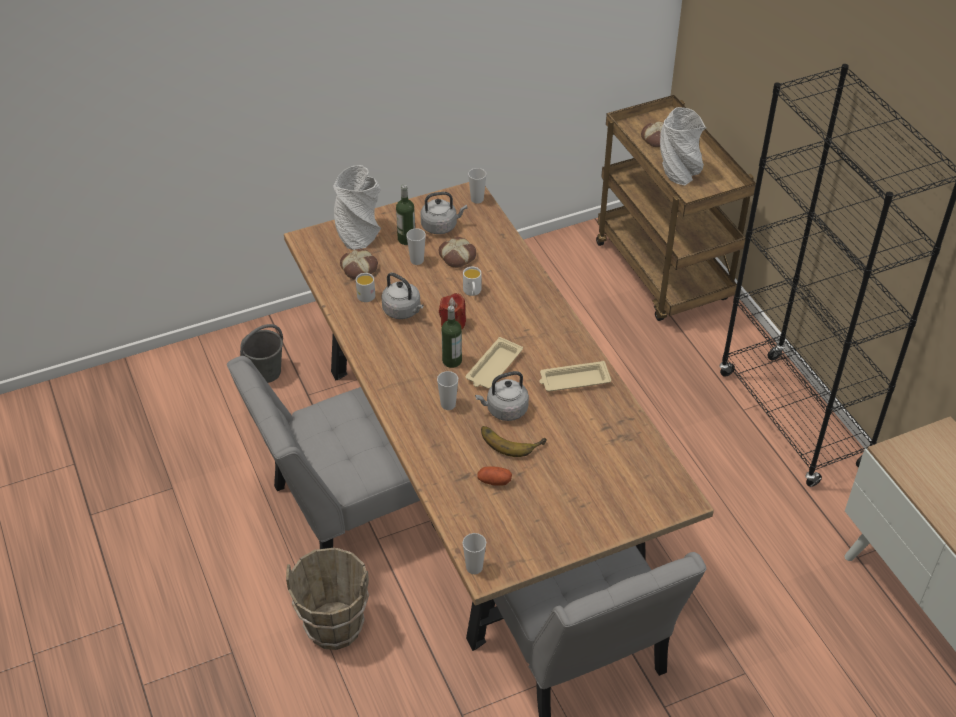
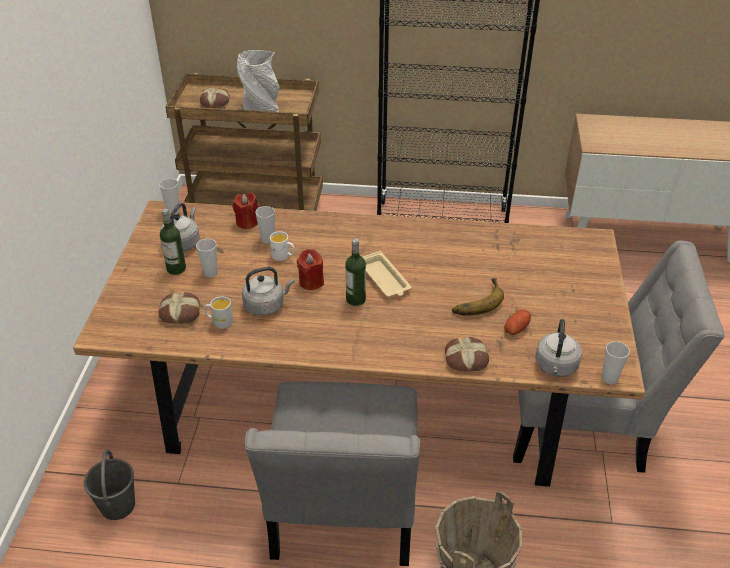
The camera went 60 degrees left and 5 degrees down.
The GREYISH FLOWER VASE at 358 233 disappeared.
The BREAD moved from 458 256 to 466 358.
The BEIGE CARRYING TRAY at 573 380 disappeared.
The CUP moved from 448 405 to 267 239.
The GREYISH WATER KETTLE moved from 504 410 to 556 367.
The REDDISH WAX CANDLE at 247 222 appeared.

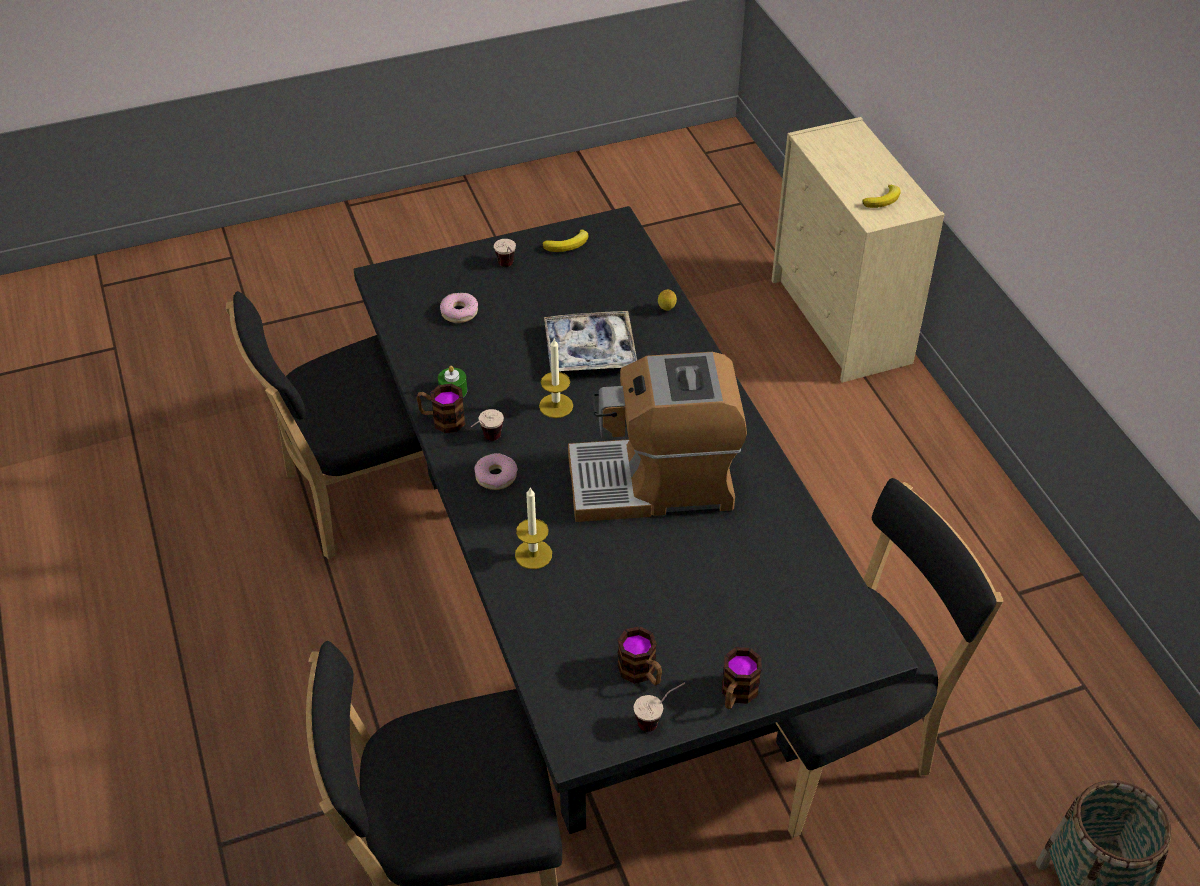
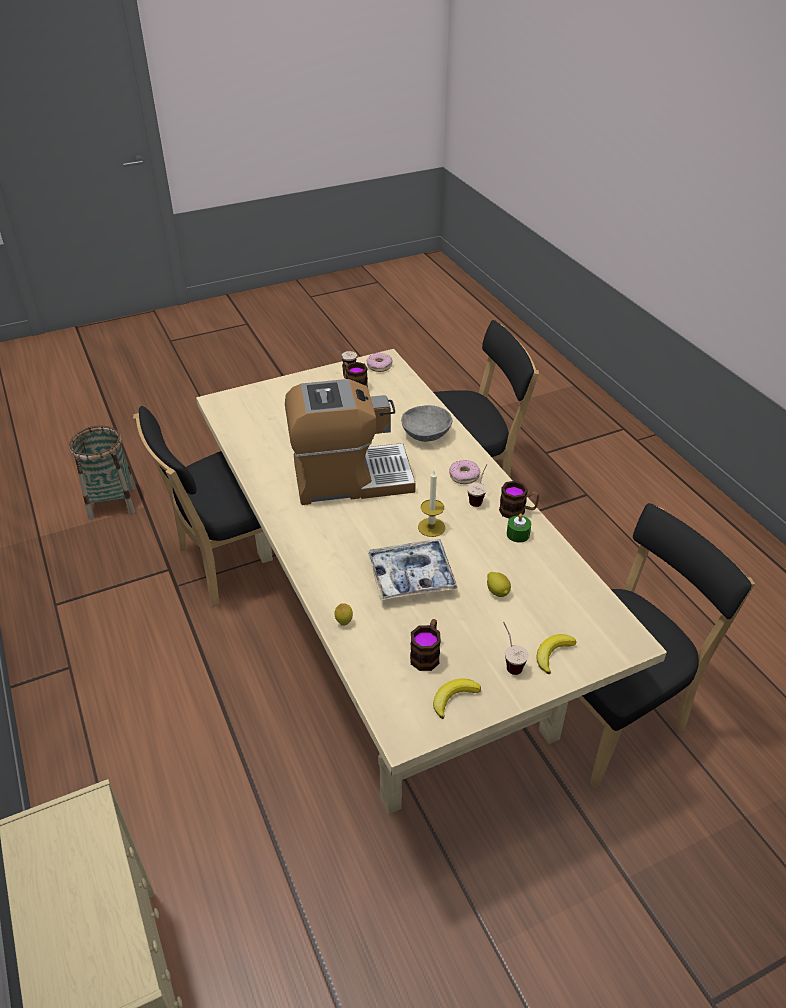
The camera went 175 degrees right and 5 degrees down.
The WHOLE BANANA moved from 883 200 to 553 654.
The BLACK DINING TABLE at 602 607 became the BEIGE DINING TABLE at 391 634.
The RING DOUGHNUT moved from 459 312 to 379 366.
The WAX CANDLE at 533 554 was replaced by the GREYISH SERVING BOWL at 426 434.
The TEA MUG moved from 736 694 to 427 654.
The LEMON at 497 591 appeared.

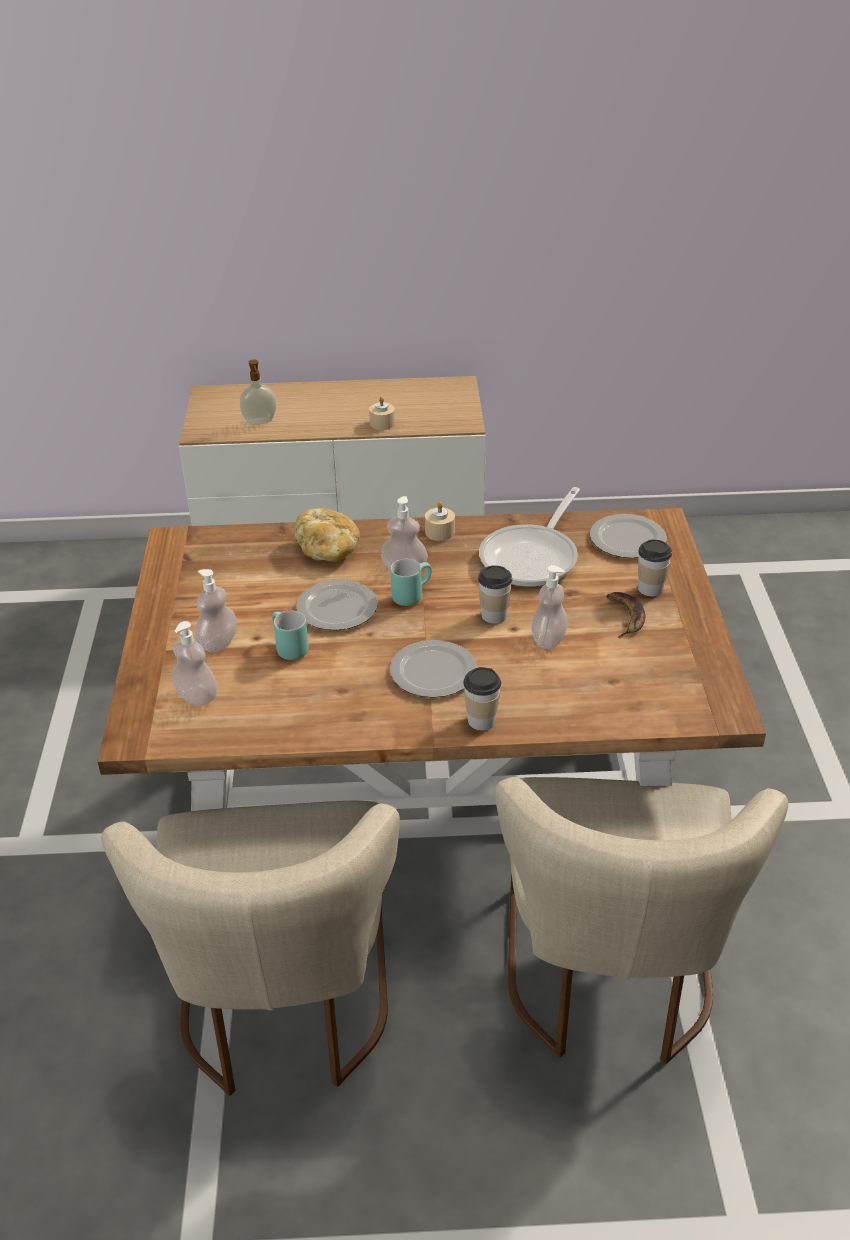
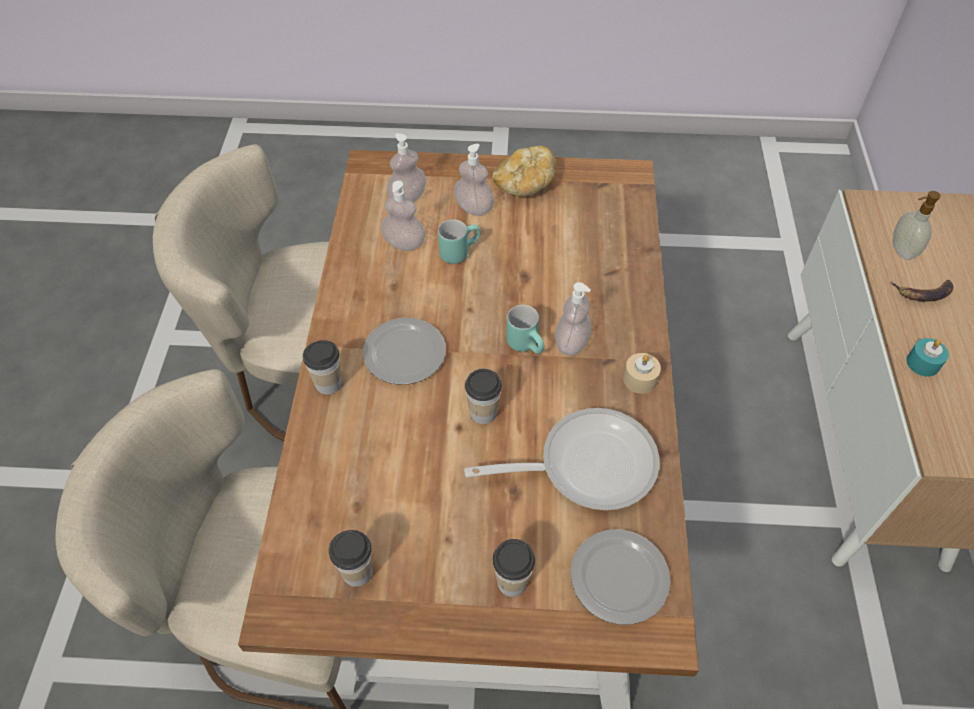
The camera went 95 degrees right and 15 degrees up.
The BEIGE WAX CANDLE at 382 423 became the TURQUOISE WAX CANDLE at 922 363.
The PAN at 533 557 turned 135 degrees clockwise.
The BREAD moved from 328 550 to 525 184.
The LIQUID SOAP BOTTLE moved from 548 639 to 404 243.
The DINNER PLATE at 336 608 disappeared.
The WHOLE BANANA moved from 624 616 to 923 292.
The CUP at 357 572 appeared.

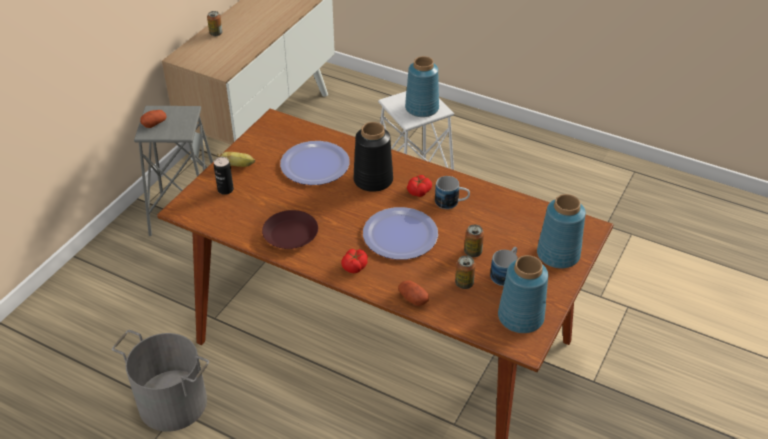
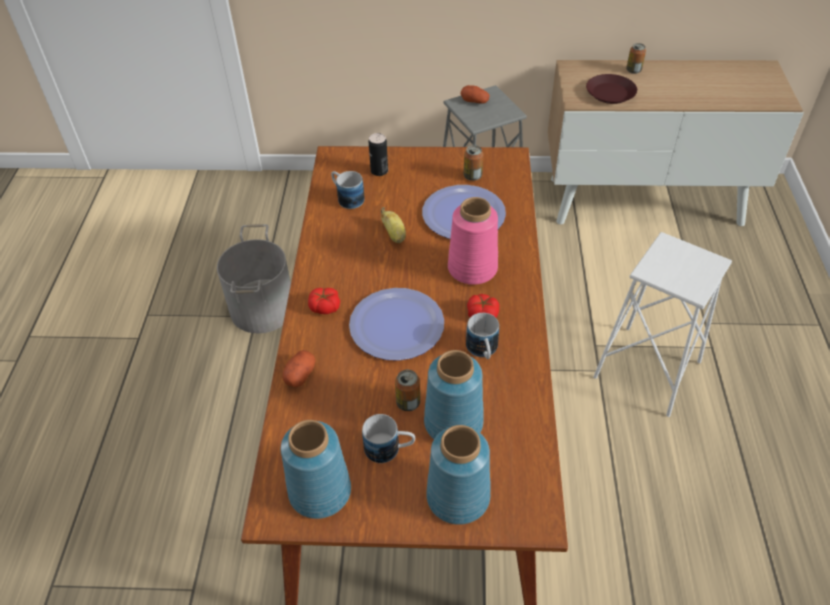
The camera went 65 degrees right and 5 degrees up.
The BLUE FLOWER VASE moved from 422 108 to 454 423.
The BLACK FLOWER VASE at 372 180 became the PINK FLOWER VASE at 471 268.
The WHOLE BANANA moved from 238 165 to 394 235.
The BROWN-COLOURED DINNER PLATE moved from 290 234 to 609 93.
The CAN moved from 464 283 to 472 176.
The TEA MUG at 347 198 appeared.

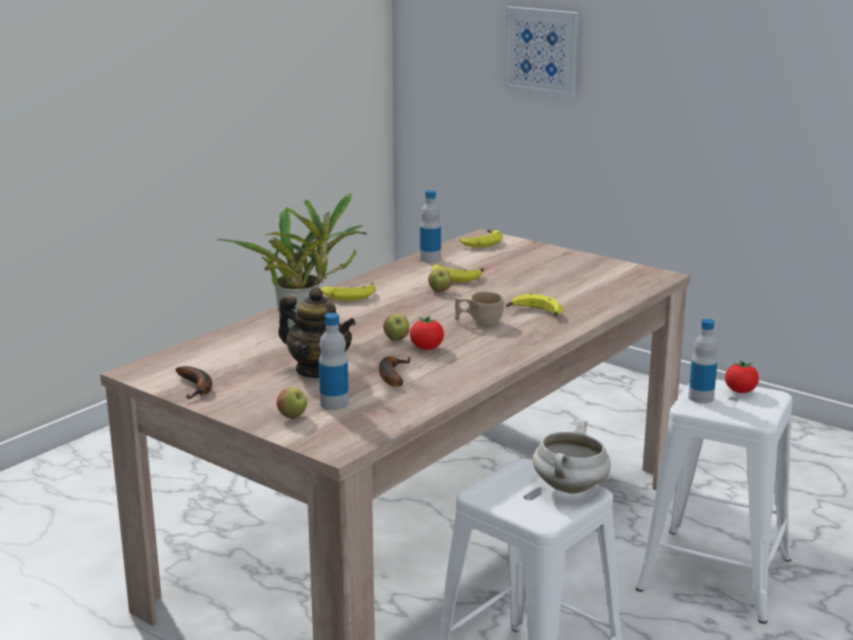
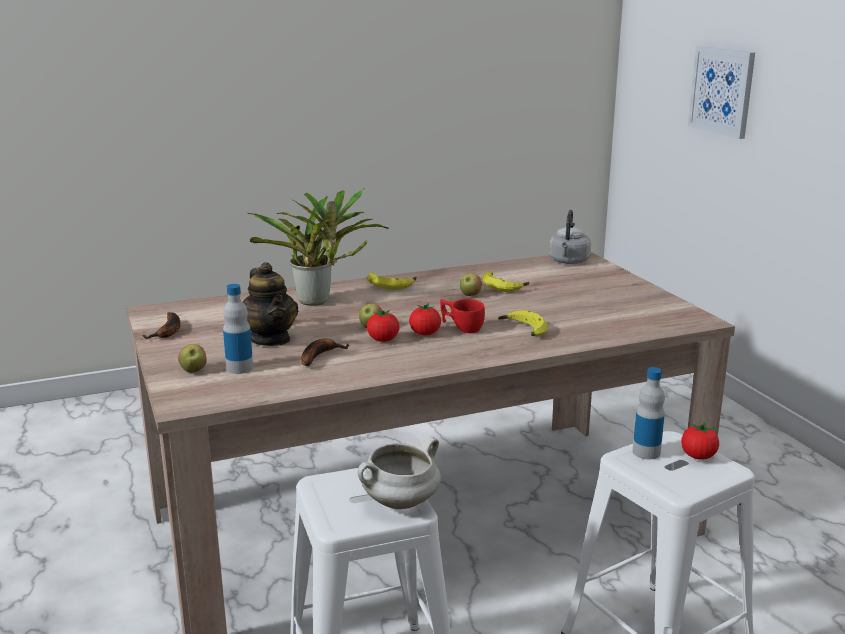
The camera went 30 degrees right and 0 degrees up.
The BEVERAGE BOTTLE at 430 258 disappeared.
The WHOLE BANANA at 480 243 was replaced by the GREYISH WATER KETTLE at 568 262.
The BEIGE CUP at 478 322 became the REDDISH CUP at 461 327.
The TOMATO at 425 334 appeared.

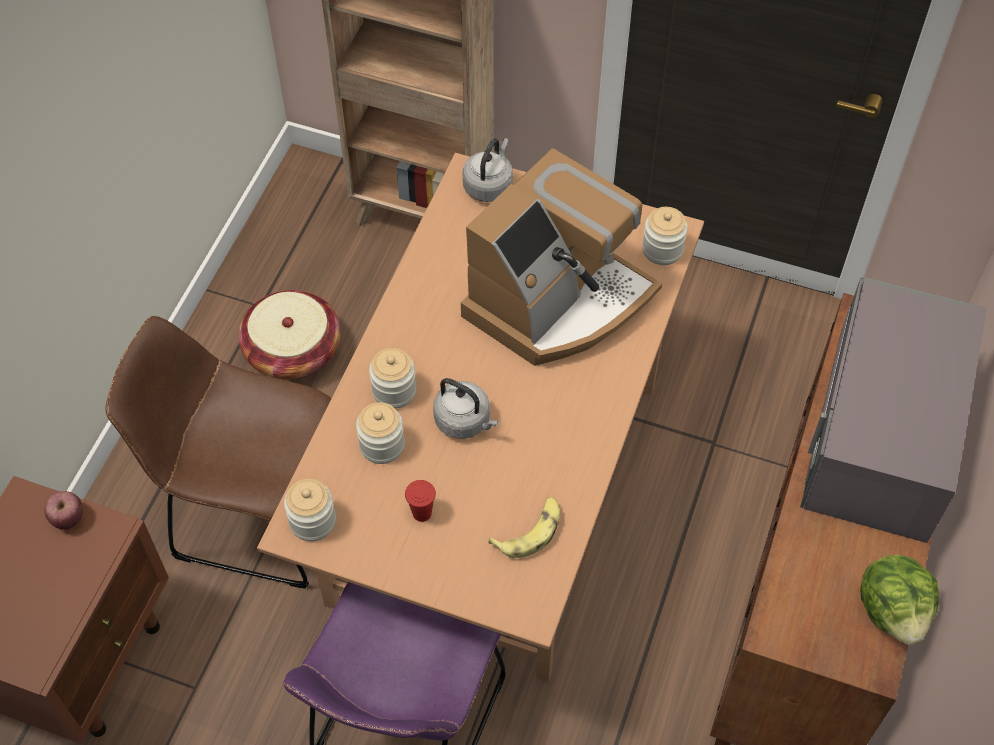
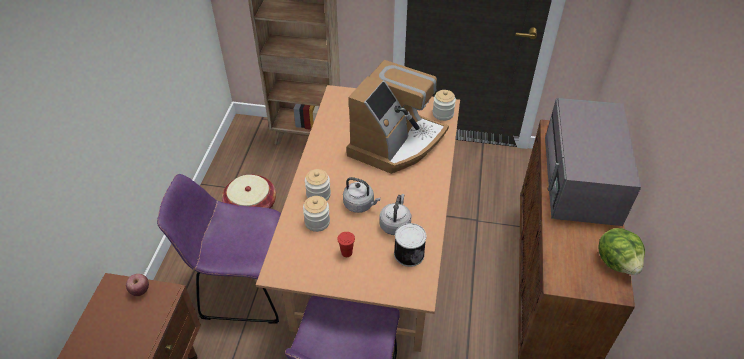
The camera went 10 degrees left and 10 degrees down.
The GREYISH WATER KETTLE moved from 489 185 to 395 224.
The BROWN-COLOURED UPRIGHT CHAIR at 252 512 became the PURPLE UPRIGHT CHAIR at 241 288.
The STORAGE JAR at 312 521 disappeared.
The WHOLE BANANA at 530 531 was replaced by the CAN at 408 253.

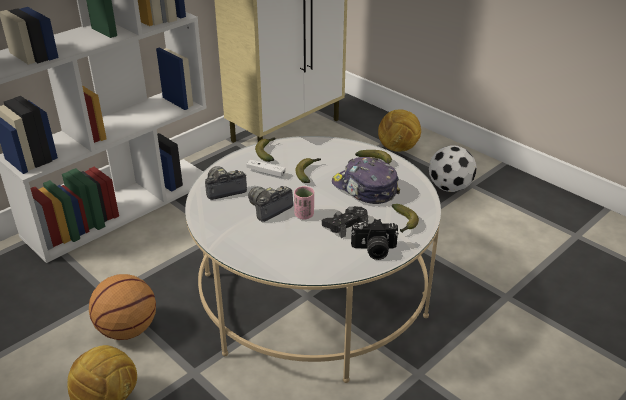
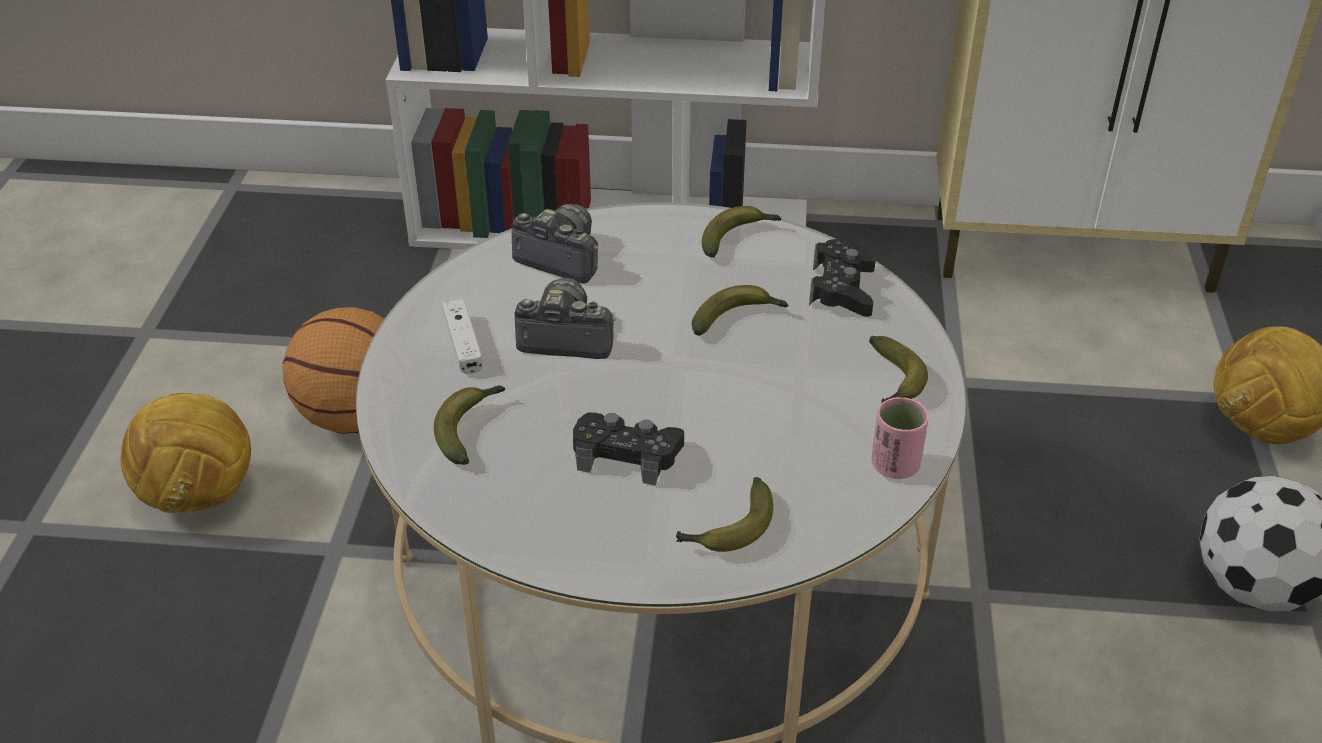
The camera went 50 degrees right and 5 degrees up.
The PEAKED CAP at 364 189 disappeared.
The WHITE GAMEPAD moved from 266 172 to 463 344.
The PINK CUP moved from 304 215 to 895 466.
The PHOTO CAMERA at 374 250 disappeared.
The BLACK GAMEPAD at 842 289 appeared.
The WHOLE BANANA at 470 428 appeared.

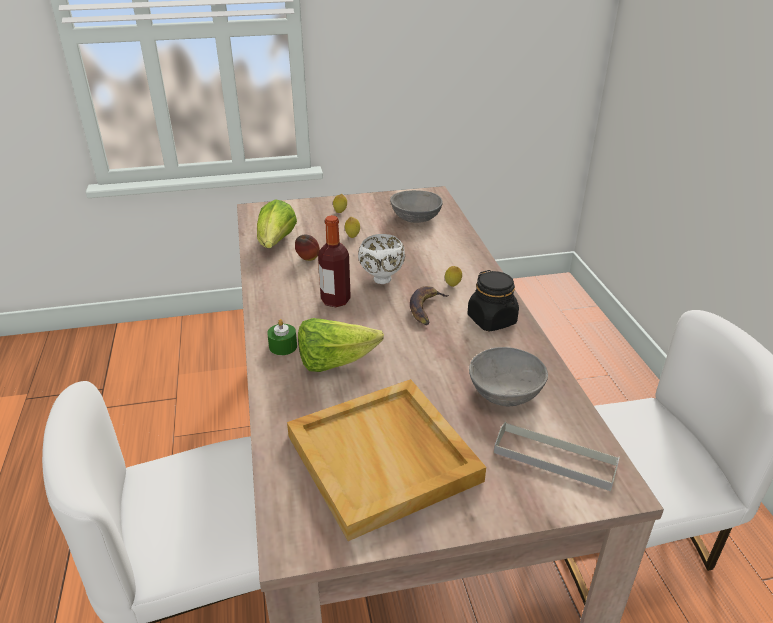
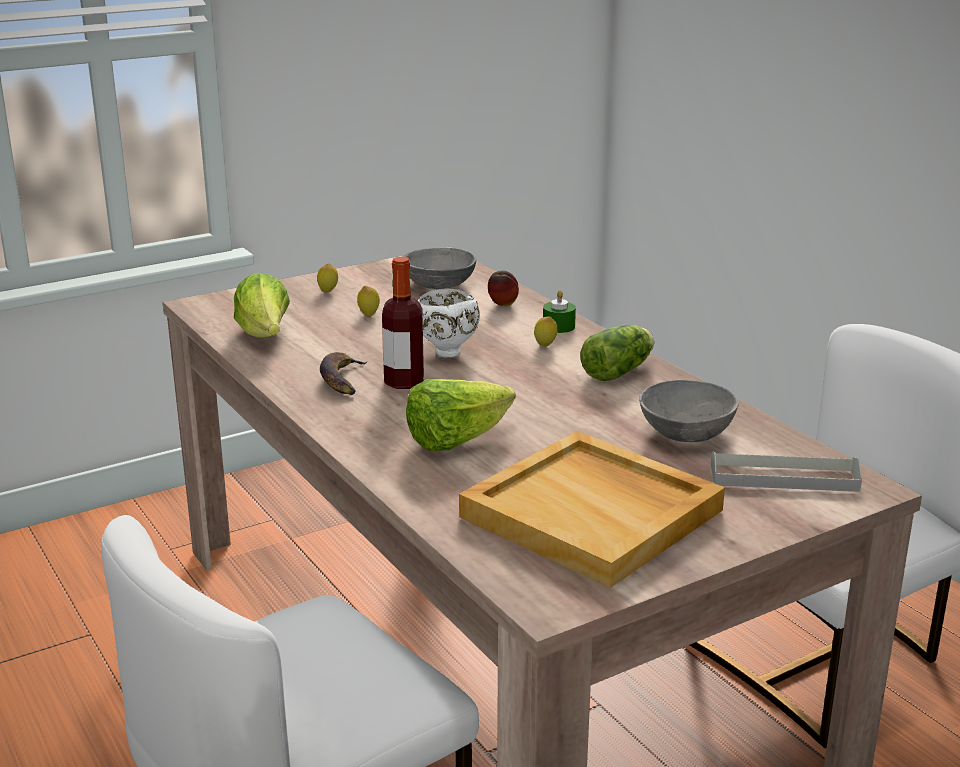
The camera went 20 degrees left and 10 degrees down.
The APPLE moved from 308 259 to 502 306.
The BLACK STORAGE JAR at 492 320 was replaced by the LETTUCE HEAD at 620 371.
The WHOLE BANANA moved from 425 308 to 342 379.
The GREEN WAX CANDLE moved from 283 346 to 558 326.

